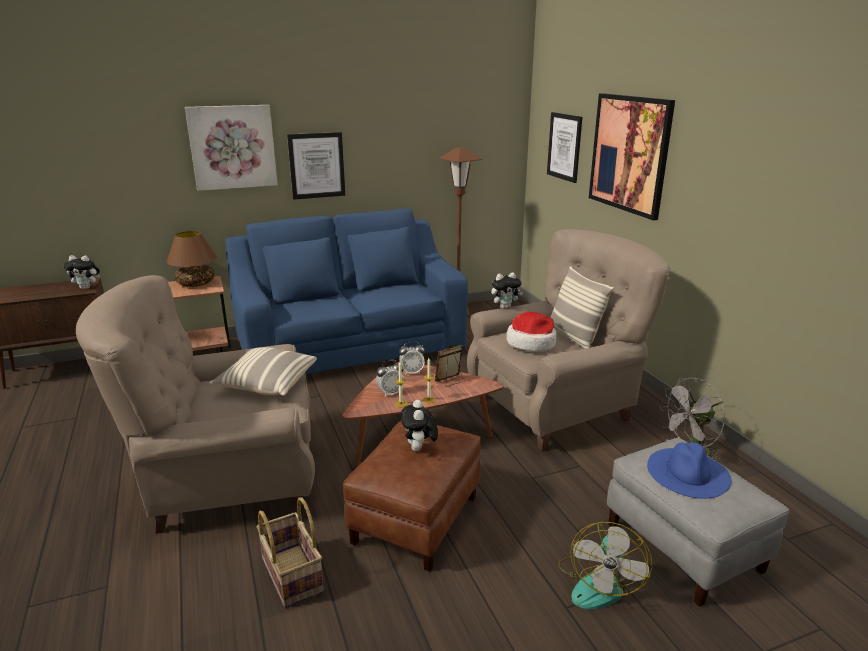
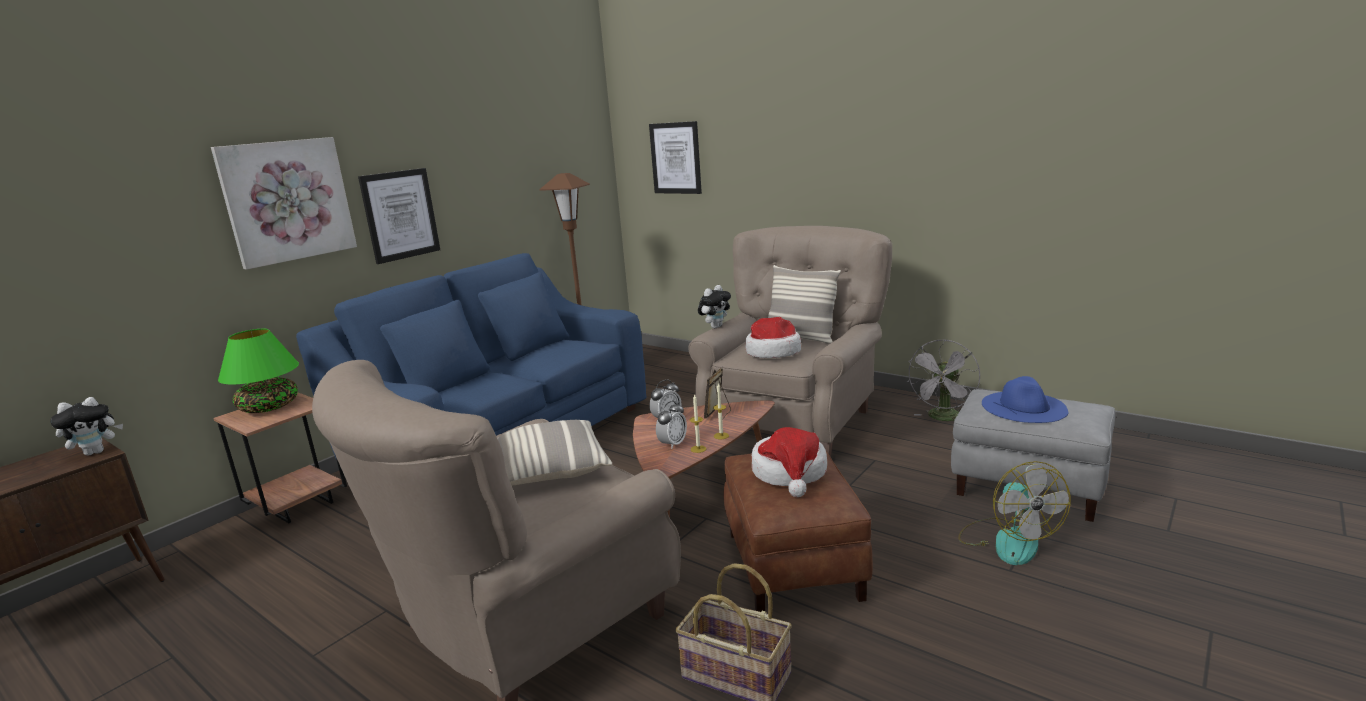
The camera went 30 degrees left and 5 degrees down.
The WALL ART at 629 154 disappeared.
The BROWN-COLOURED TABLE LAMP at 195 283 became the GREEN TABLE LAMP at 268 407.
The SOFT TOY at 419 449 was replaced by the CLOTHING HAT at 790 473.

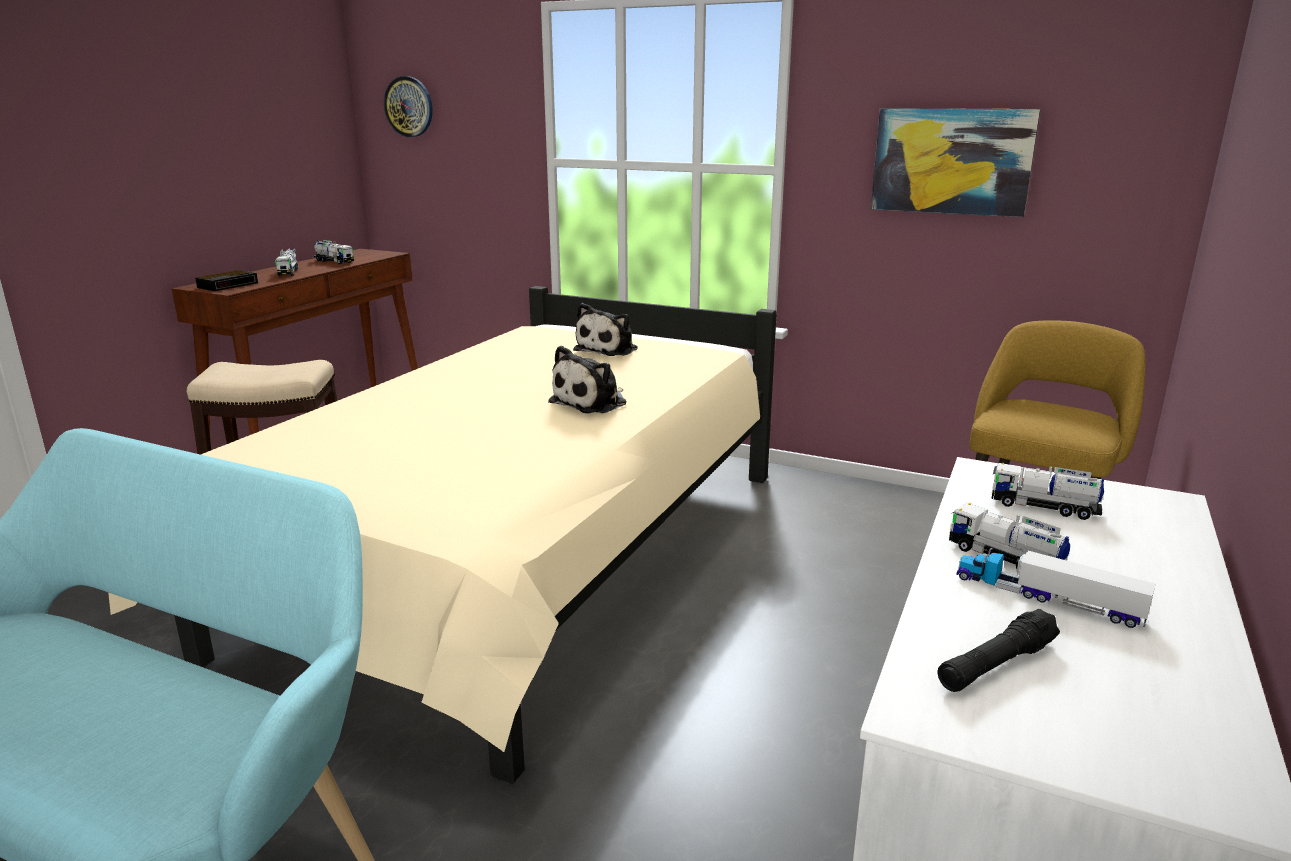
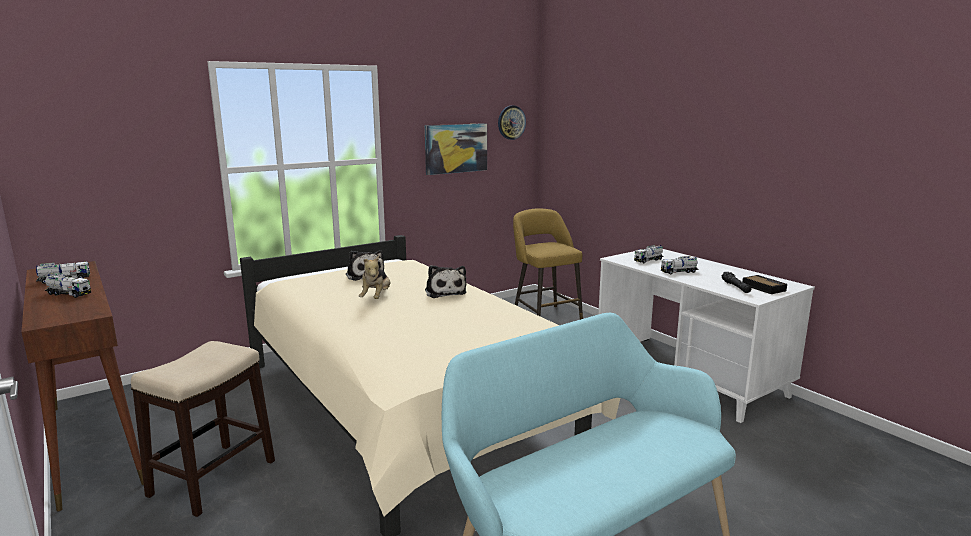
The camera went 60 degrees left and 5 degrees down.
The WALL CLOCK moved from 409 106 to 511 122.
The TABLE CLOCK moved from 229 285 to 763 287.
The TOY LORRY at 1047 598 disappeared.
The SOFT TOY at 376 297 appeared.

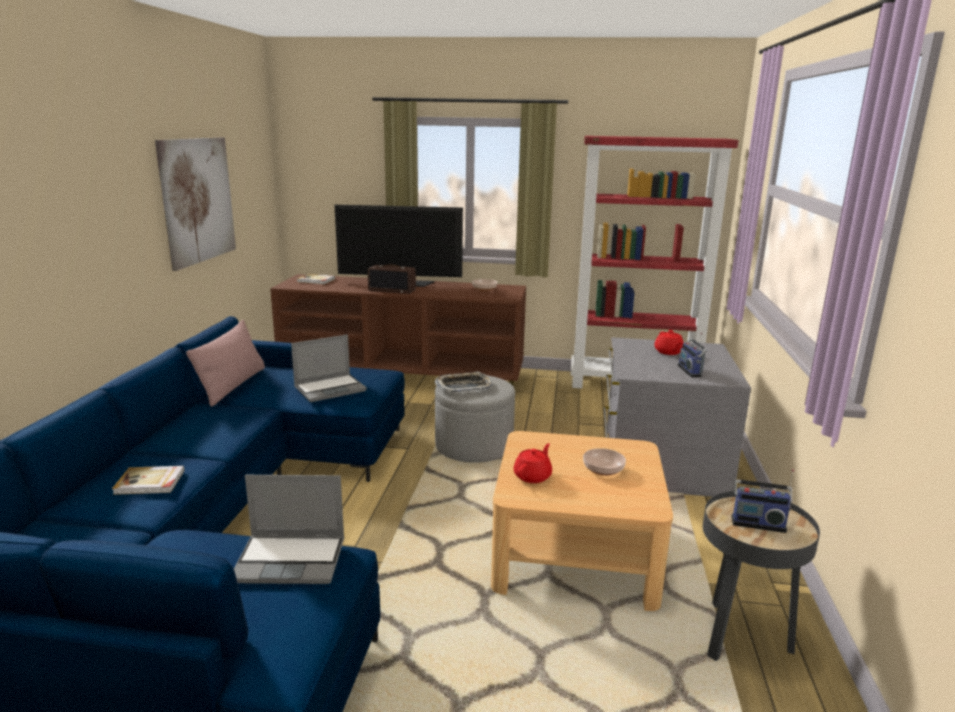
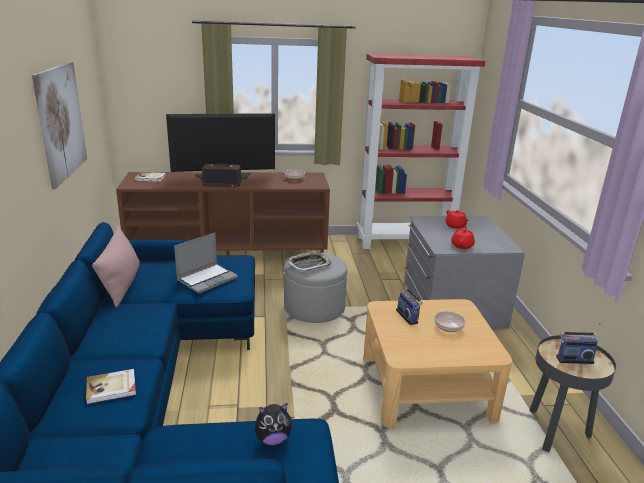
The camera went 15 degrees left and 5 degrees up.
The RADIO moved from 691 371 to 408 316.
The REDDISH TEA POT moved from 533 476 to 462 245.
The PORTABLE COMPUTER at 292 560 was replaced by the SOFT TOY at 273 439.

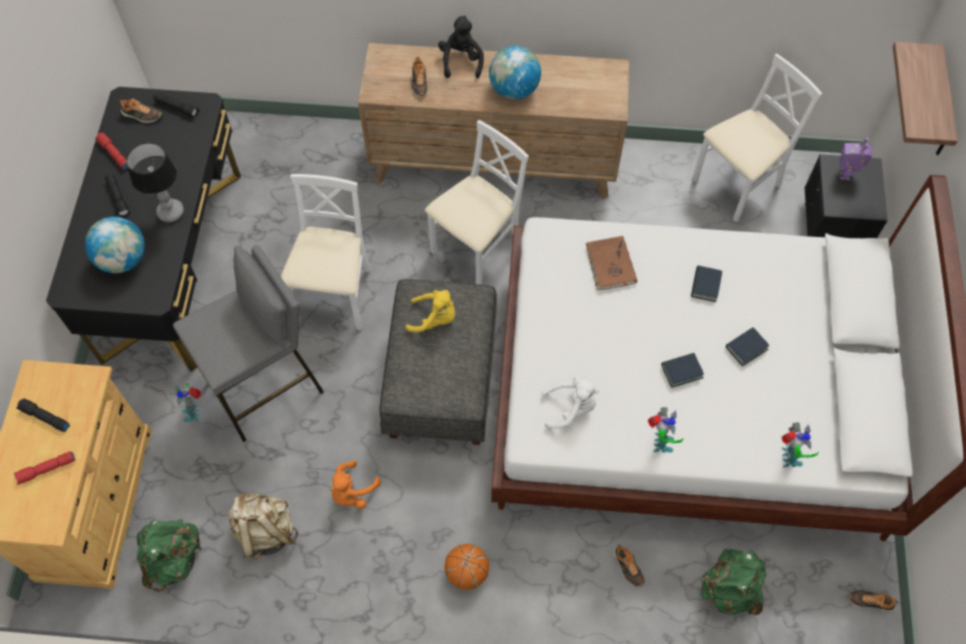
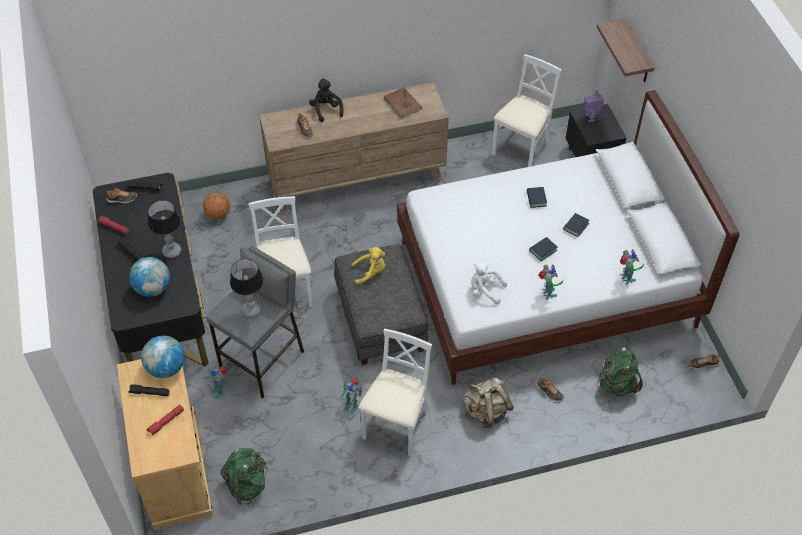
The camera went 20 degrees left and 10 degrees down.
The GLOBE moved from 514 90 to 166 368.
The WHITE UPRIGHT CHAIR moved from 476 250 to 396 425.
The BROWN-COLOURED BOOK moved from 610 265 to 402 104.
The WHITE SOFT TOY at 571 408 turned 135 degrees counterclockwise.
The ORANGEY SOFT TOY at 352 492 was replaced by the ROBOT FIGURE at 351 405.
The BEIGE BACKPACK moved from 265 531 to 486 411.
The BASKETBALL BALL moved from 467 572 to 218 214.
The TABLE LAMP at 252 310 appeared.

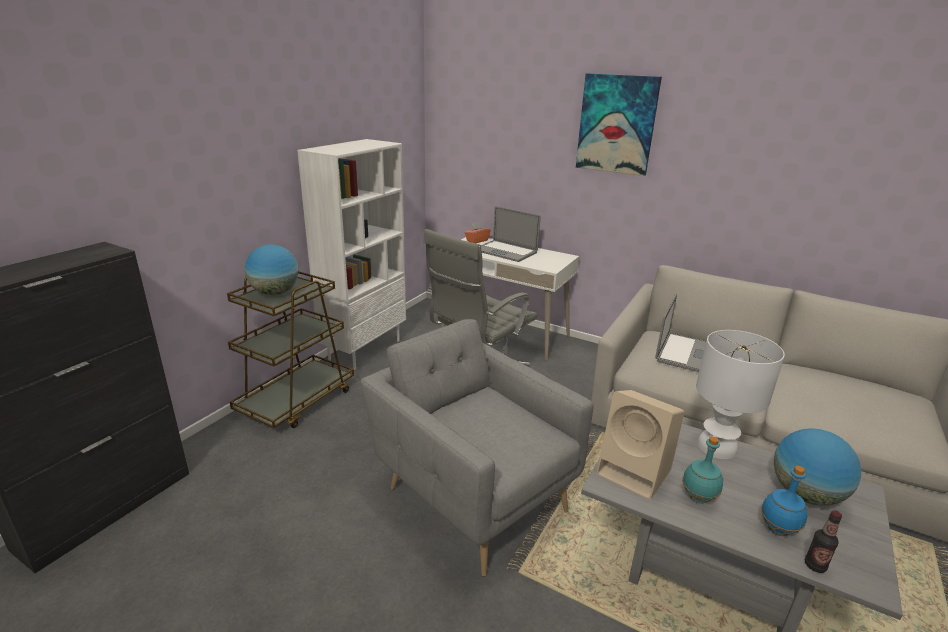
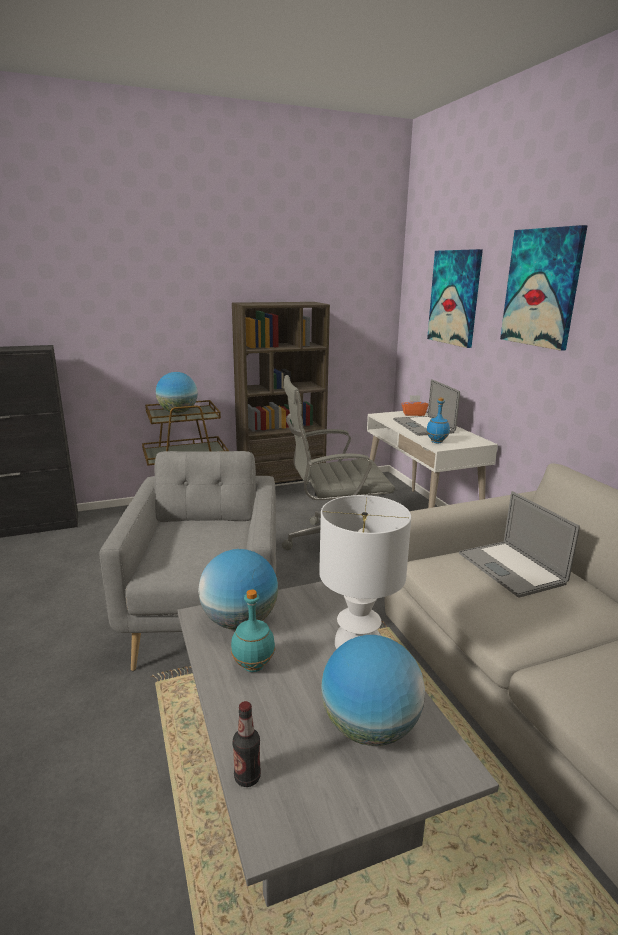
The camera went 40 degrees right and 5 degrees down.
The WHITE BOOKCASE at 364 349 became the BROWN-COLOURED BOOKCASE at 281 493.
The PORTABLE COMPUTER at 684 352 turned 90 degrees clockwise.
The BEIGE LOUDSPEAKER at 636 472 was replaced by the GLOBE at 239 622.
The BLUE BEVERAGE BOTTLE moved from 778 530 to 437 442.
The WALL ART at 454 297 appeared.

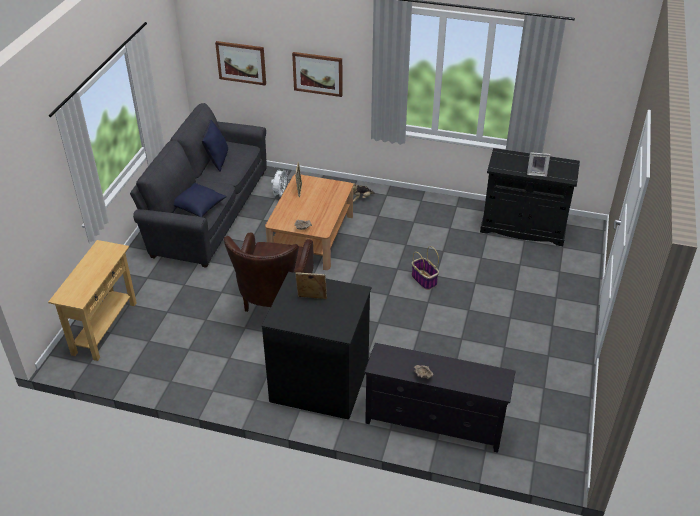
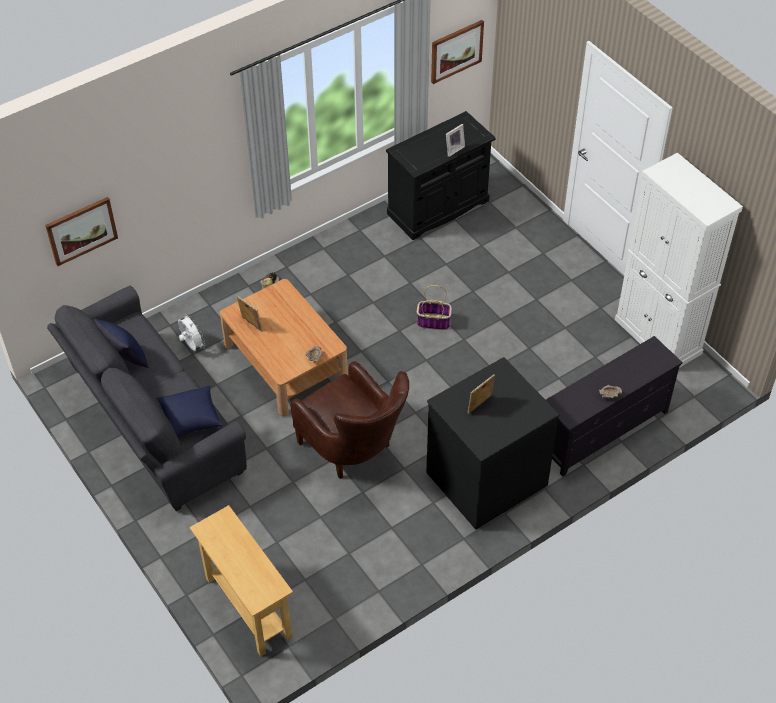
The camera went 50 degrees left and 10 degrees up.
The WALL ART moved from 318 73 to 456 51.
The WHITE STORAGE CABINET at 658 336 appeared.

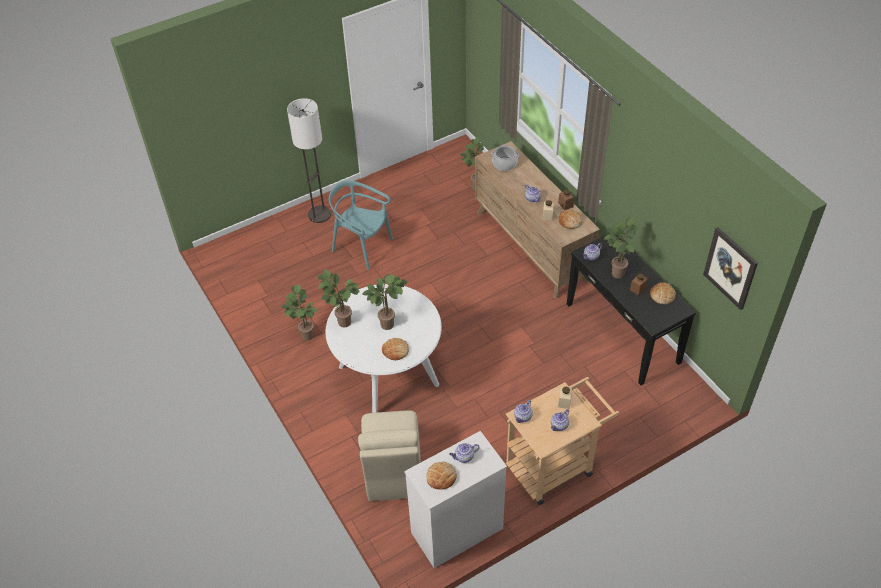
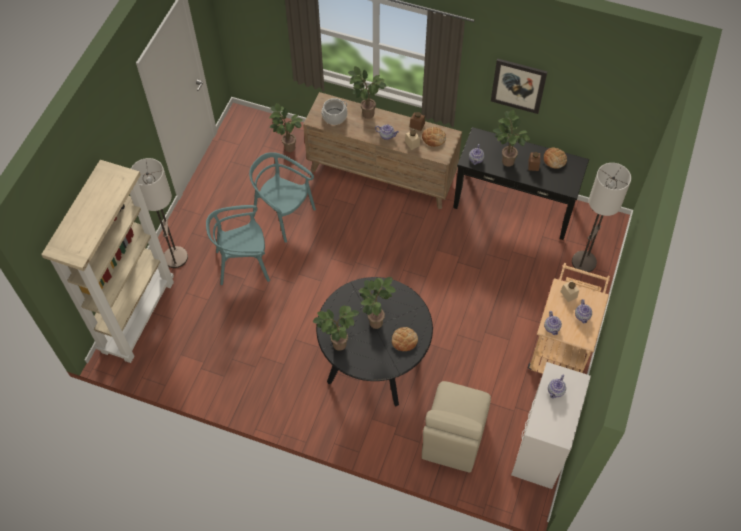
The camera went 40 degrees left and 10 degrees up.
The WALL ART moved from 730 268 to 518 85.
The POTTED PLANT moved from 305 335 to 366 114.
The WHITE DINING TABLE at 388 376 became the BLACK DINING TABLE at 374 362.
The BEIGE UPRIGHT CHAIR at 393 471 turned 60 degrees clockwise.
The BREAD at 441 477 disappeared.
The TURQUOISE UPRIGHT CHAIR at 283 215 appeared.
The BEIGE BOOKCASE at 138 316 appeared.
The STANDING LAMP at 583 262 appeared.

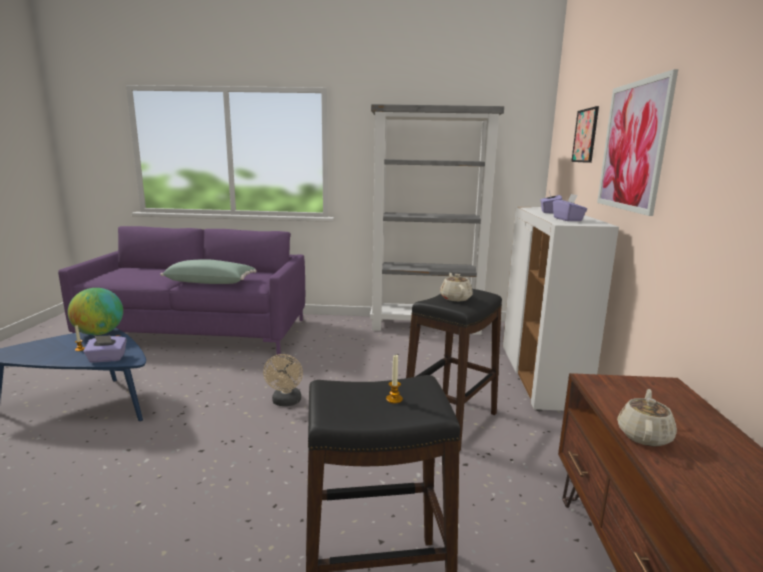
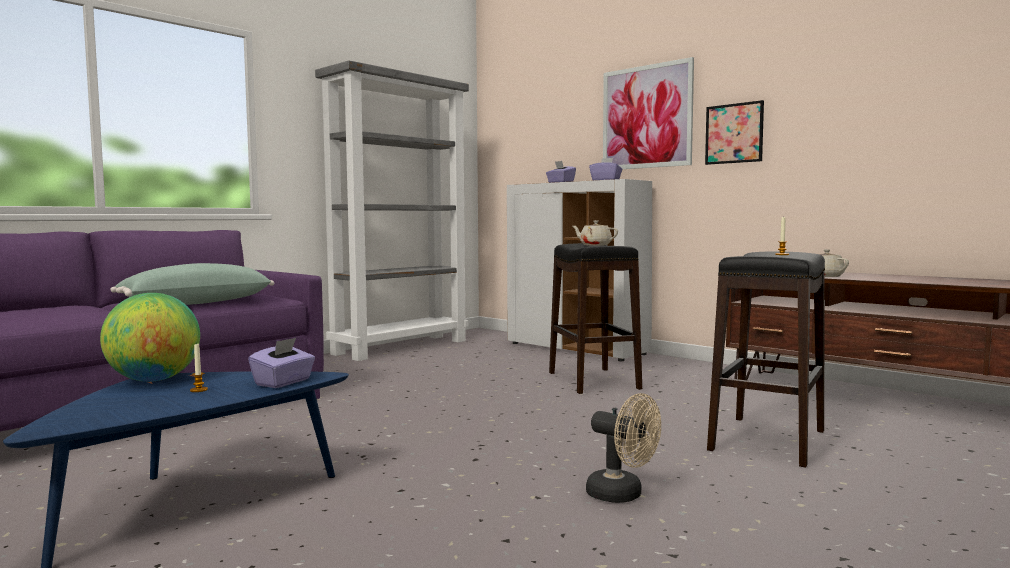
The camera went 50 degrees left and 10 degrees down.
The WALL ART moved from 585 135 to 734 133.
The BEIGE ELECTRIC FAN moved from 286 402 to 622 495.

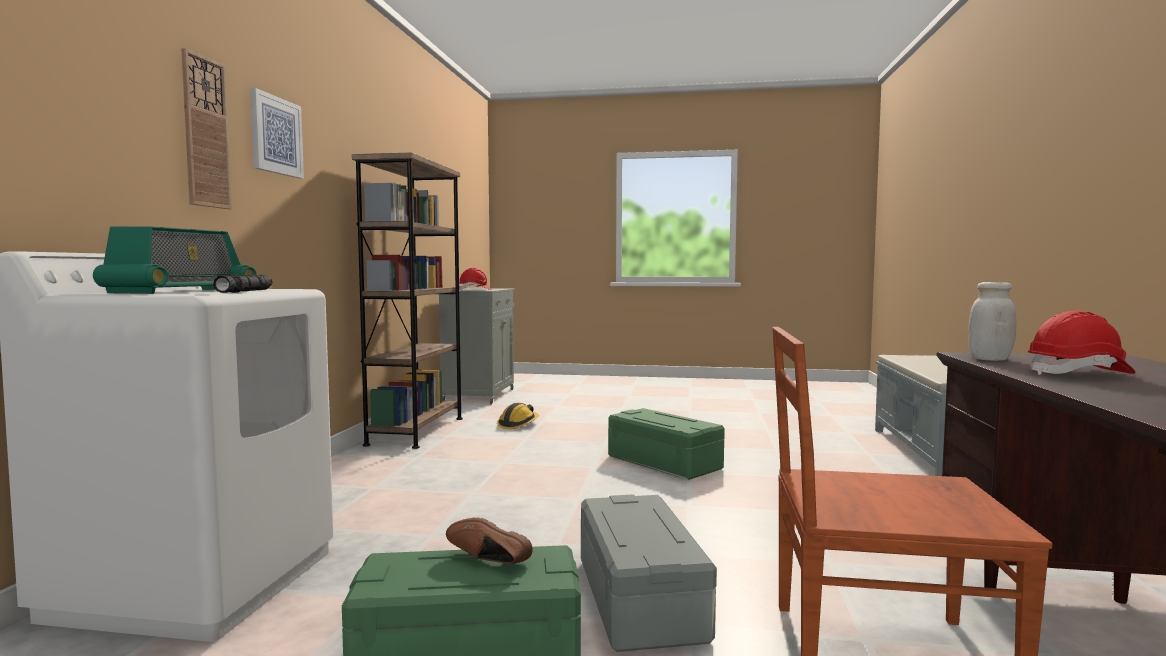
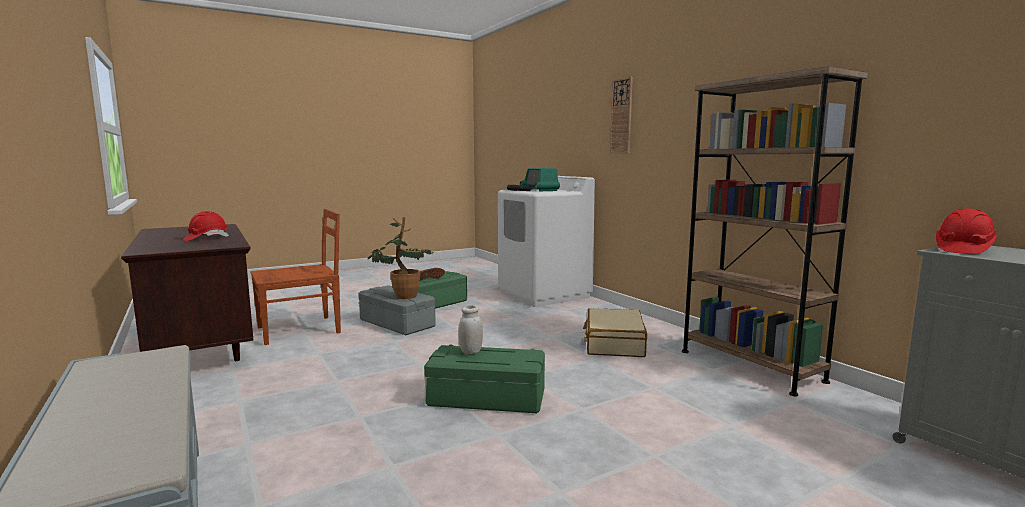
The camera went 140 degrees right and 5 degrees up.
The WALL ART at 276 136 disappeared.
The WHITE STORAGE JAR moved from 990 359 to 471 351.
The HARD HAT at 518 424 disappeared.
The POTTED PLANT at 402 295 appeared.
The BEIGE PIECE OF LUGGAGE at 613 343 appeared.

